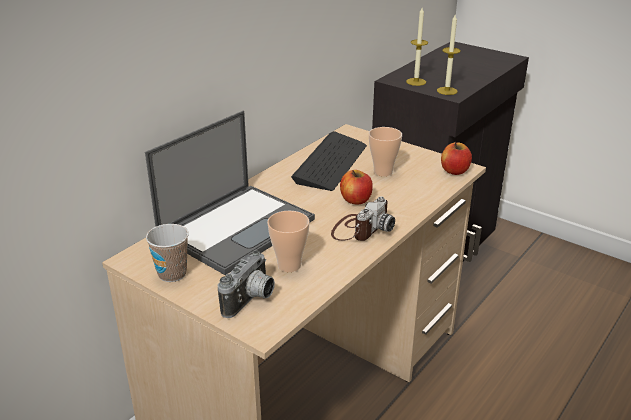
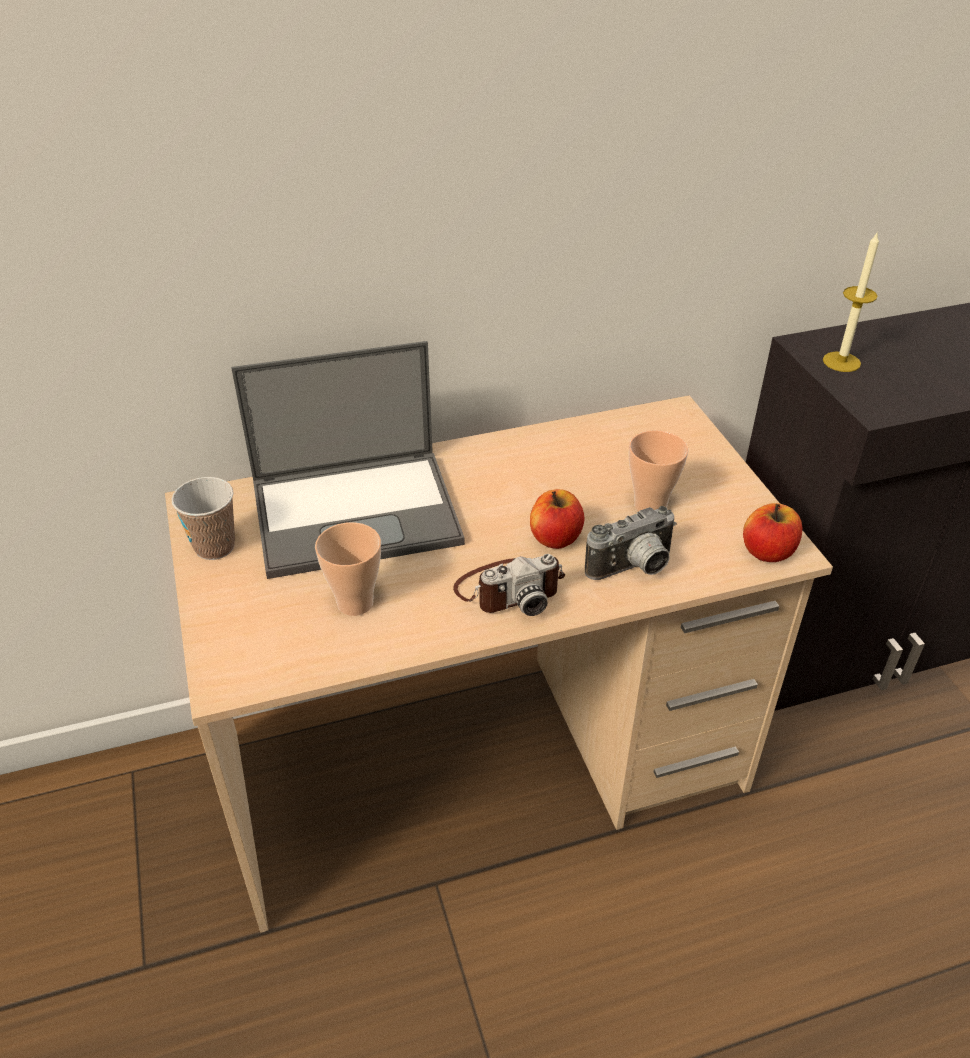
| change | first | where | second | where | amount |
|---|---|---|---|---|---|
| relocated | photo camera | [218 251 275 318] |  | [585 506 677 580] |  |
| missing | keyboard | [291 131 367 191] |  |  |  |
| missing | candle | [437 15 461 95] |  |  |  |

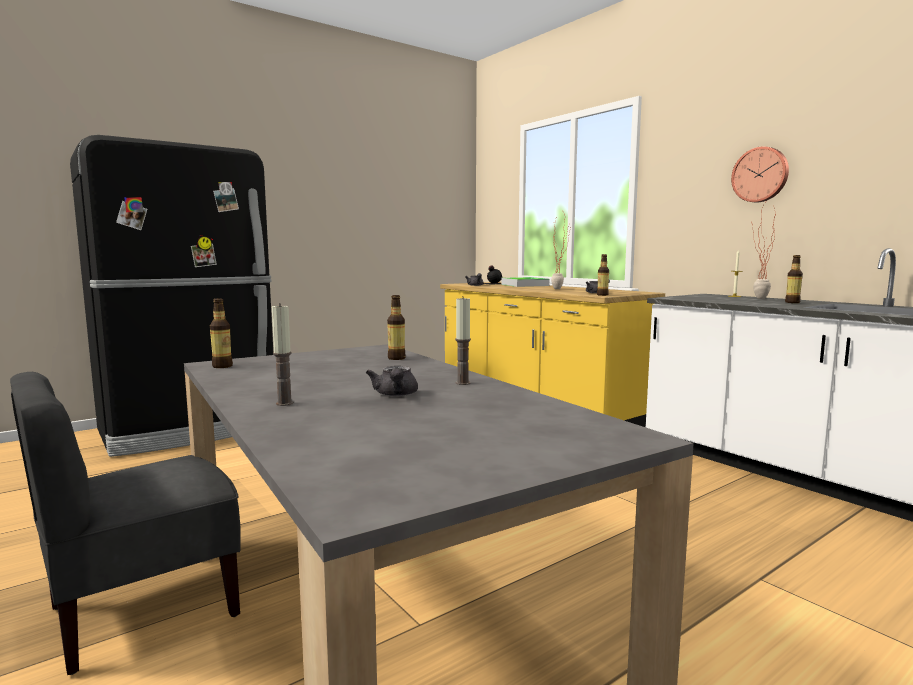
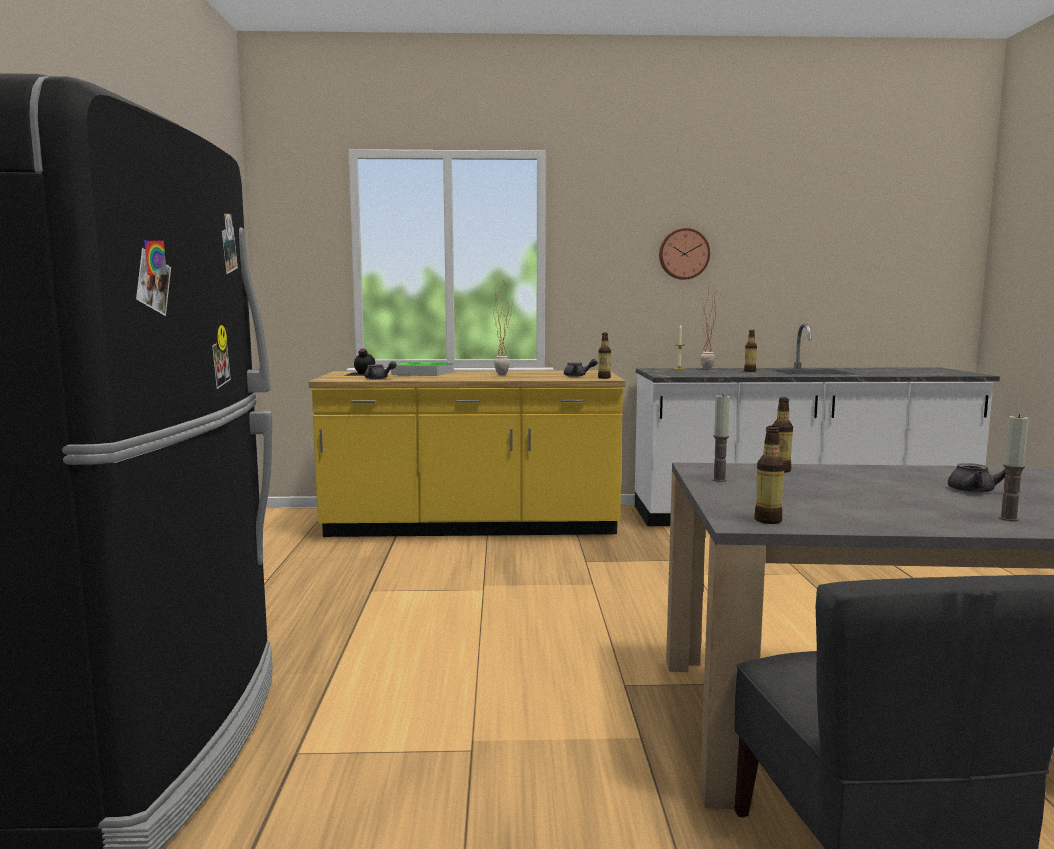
| change | first | where | second | where | amount |
|---|---|---|---|---|---|
| relocated | candle | [455 296 471 385] |  | [712 394 730 482] |  |

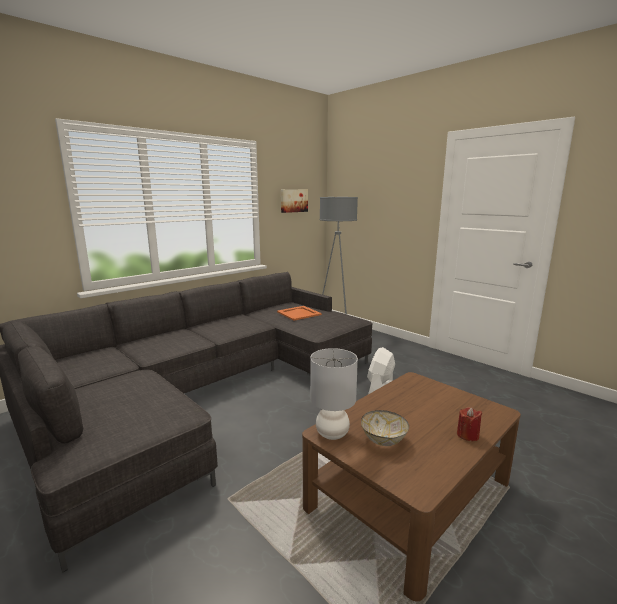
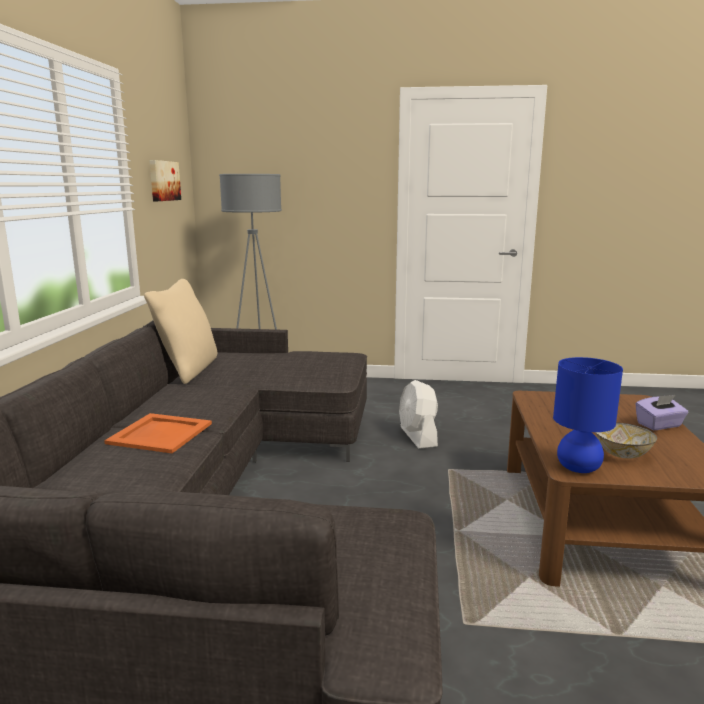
| change | first | where | second | where | amount |
|---|---|---|---|---|---|
| relocated | orange tray | [277 306 322 321] |  | [104 413 212 453] |  |
| appeared |  |  | beige pillow | [144 279 217 384] |  |
| colour | grey table lamp | [310 348 358 440] | blue table lamp | [553 357 623 473] |  |
| exchanged | red candle | [457 407 482 441] | purple tissue box | [635 395 689 430] |  |

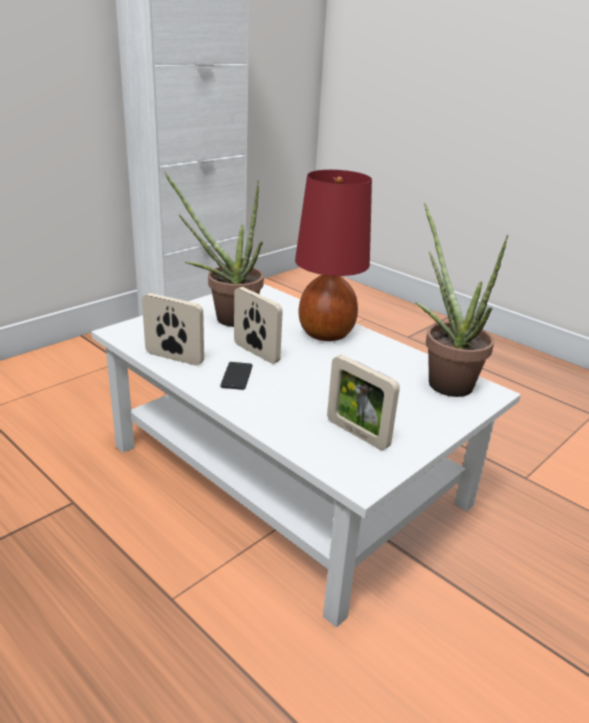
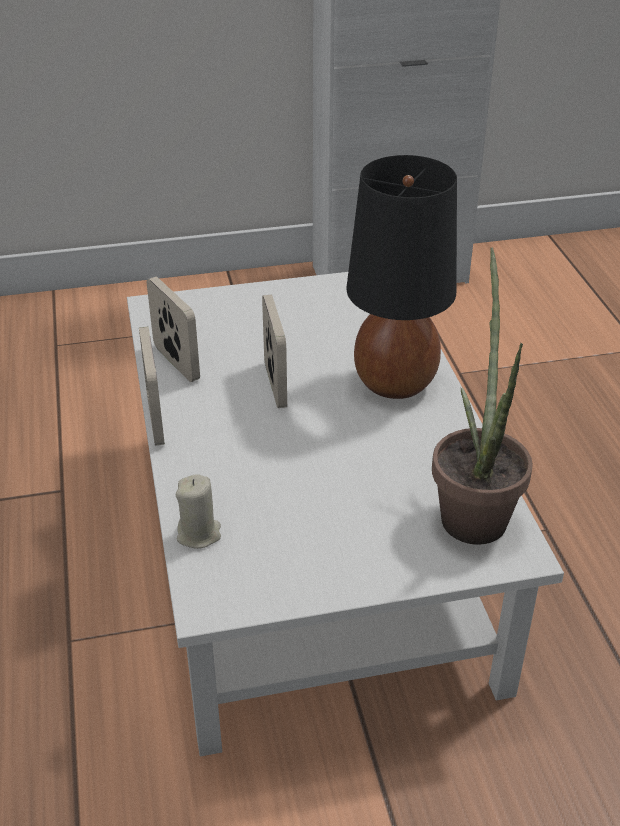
| change | first | where | second | where | amount |
|---|---|---|---|---|---|
| relocated | picture frame | [327 355 400 450] |  | [139 327 165 446] |  |
| appeared |  |  | beige candle | [176 474 221 549] |  |
| colour | red table lamp | [295 170 372 341] | black table lamp | [347 155 457 399] |  |
| missing | potted plant | [164 172 264 327] |  |  |  |
| missing | phone | [220 362 253 390] |  |  |  |

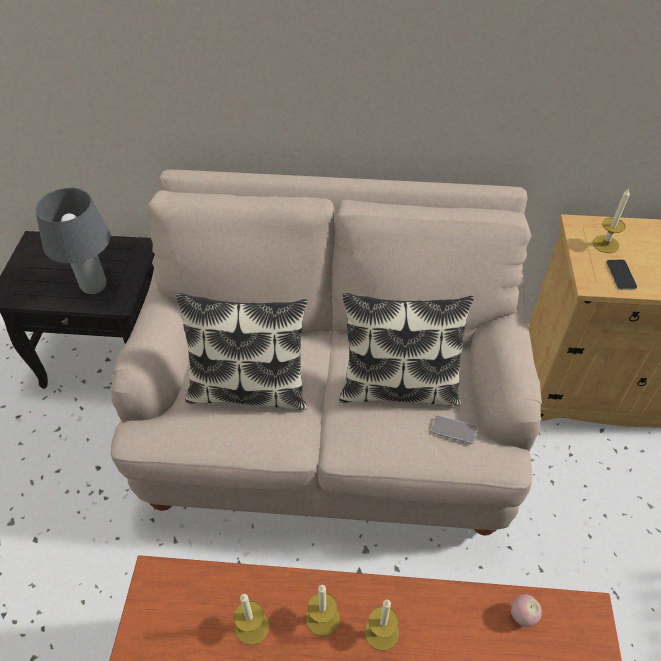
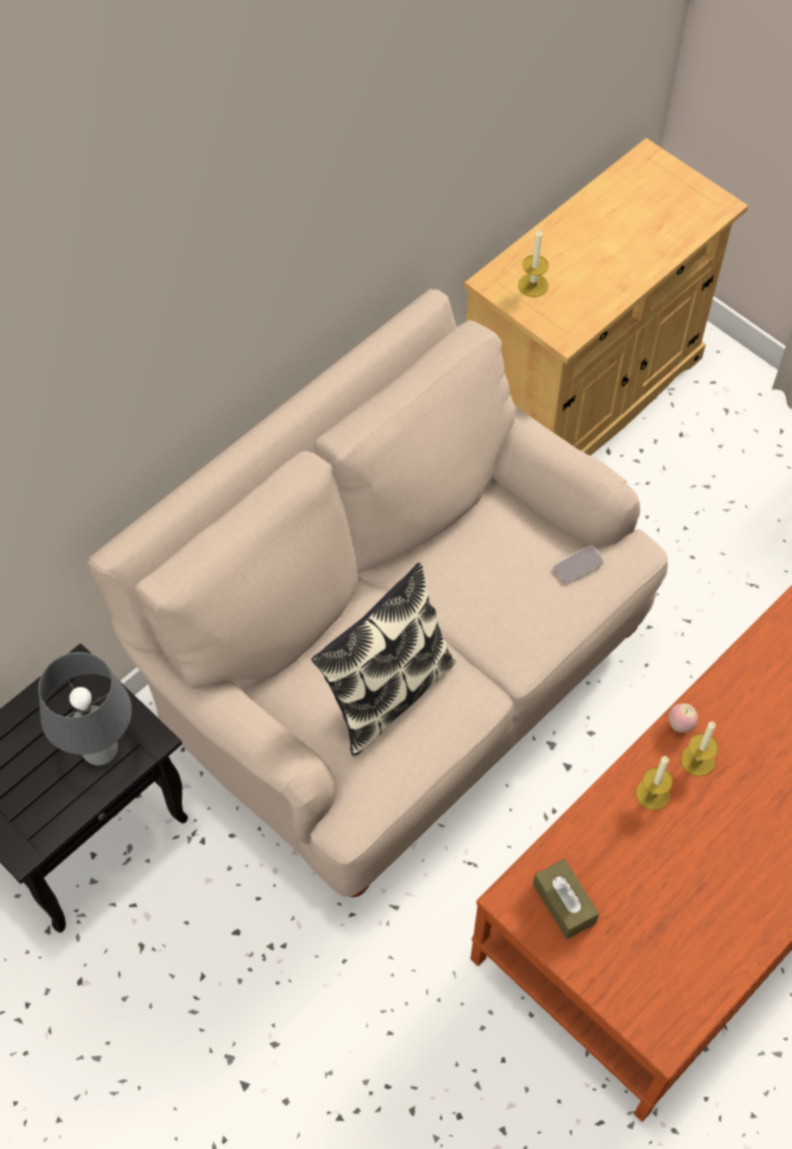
| change | first | where | second | where | amount |
|---|---|---|---|---|---|
| appeared |  |  | brown tissue box | [533 859 599 939] |  |
| relocated | apple | [511 594 542 627] |  | [669 704 698 733] |  |
| missing | candle | [234 594 269 645] |  |  |  |
| missing | pillow | [339 293 474 405] |  |  |  |
| missing | phone | [606 260 637 290] |  |  |  |

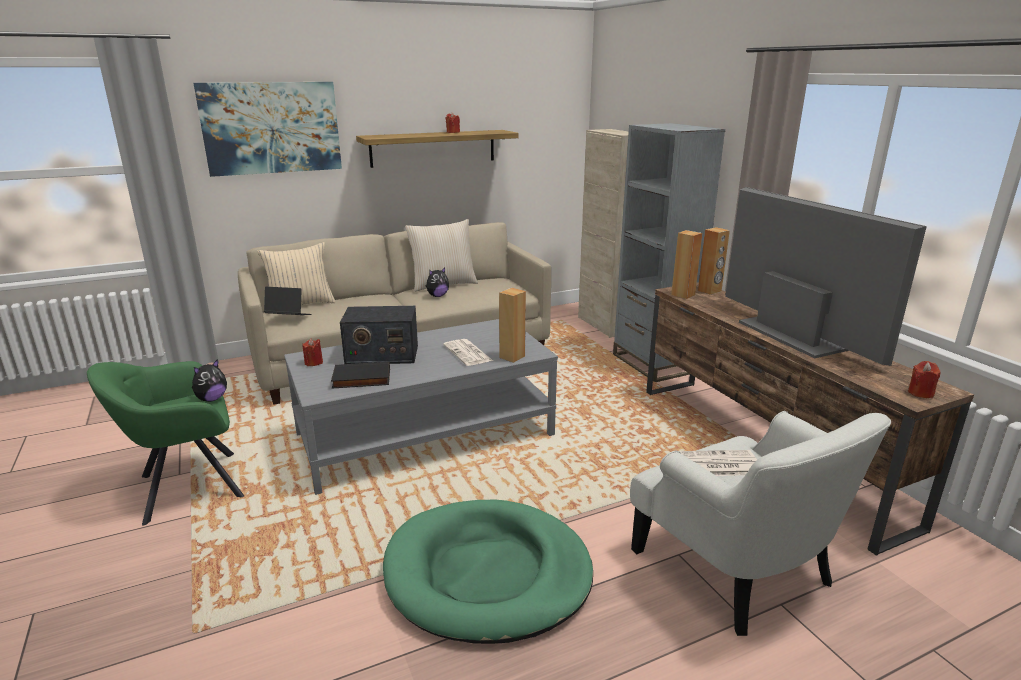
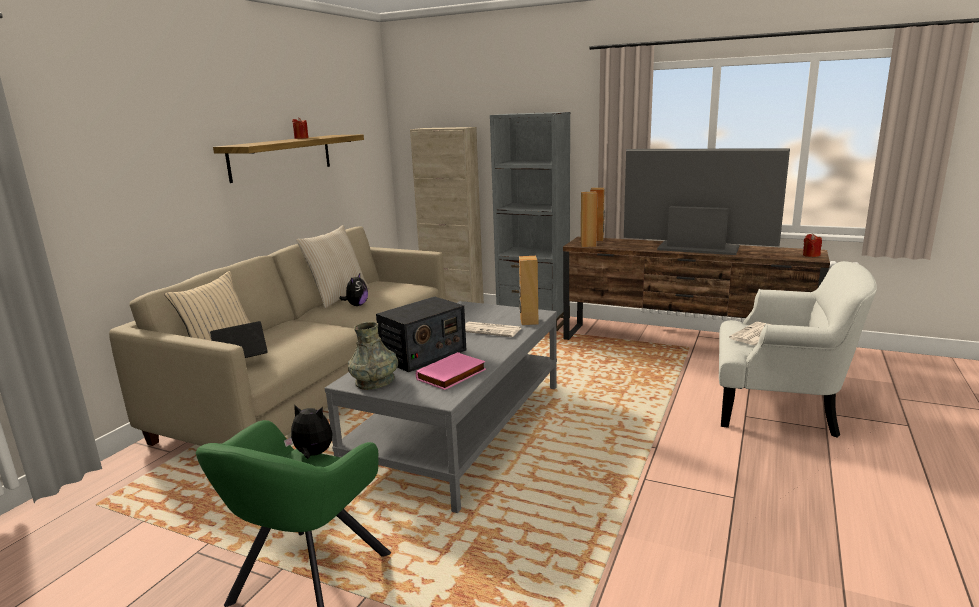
| change | first | where | second | where | amount |
|---|---|---|---|---|---|
| spun | plush toy | [192 359 227 402] |  | [284 404 333 459] | 75 degrees counterclockwise |
| exchanged | red candle | [302 338 323 366] | grey vase | [348 322 398 390] |  |
| colour | black book | [331 362 390 389] | pink book | [416 352 486 390] |  |
| missing | picture | [193 82 342 177] |  |  |  |
| missing | green dog bed | [383 500 593 644] |  |  |  |

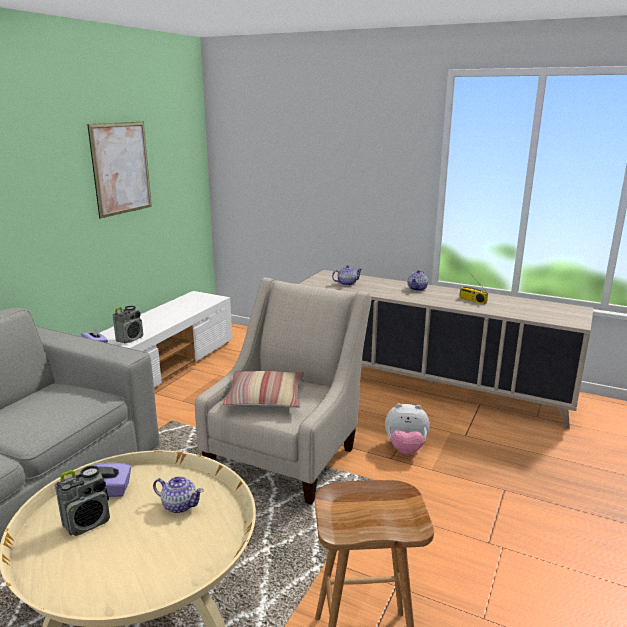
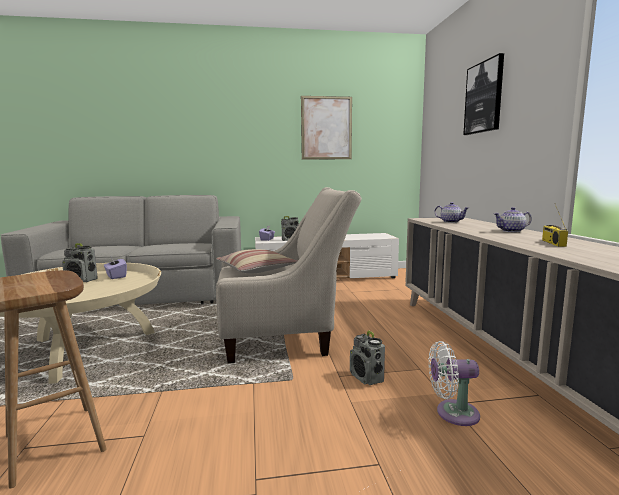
| change | first | where | second | where | amount |
|---|---|---|---|---|---|
| exchanged | plush toy | [385 404 429 454] | radio | [350 330 385 385] |  |
| appeared |  |  | white fan | [428 341 480 426] |  |
| appeared |  |  | picture | [463 53 504 135] |  |
| missing | teapot | [153 476 204 513] |  |  |  |

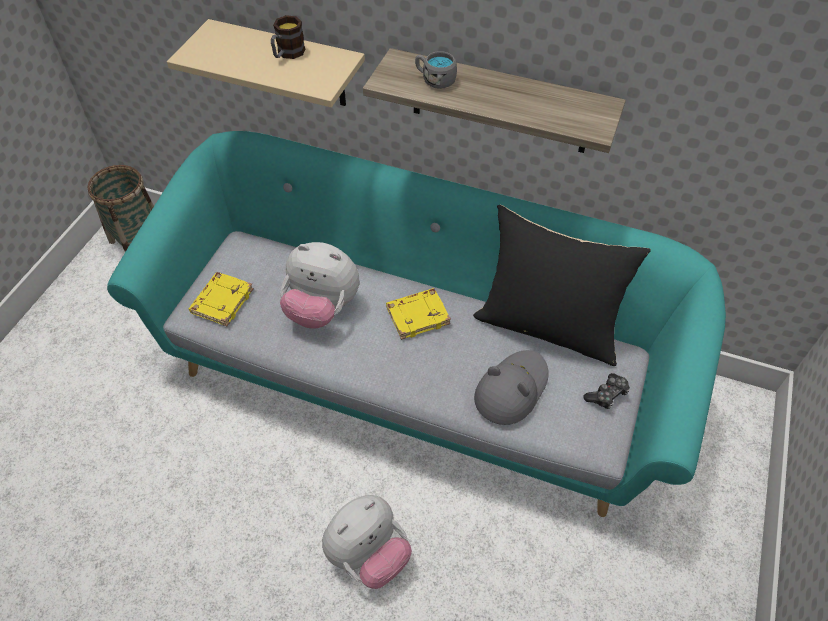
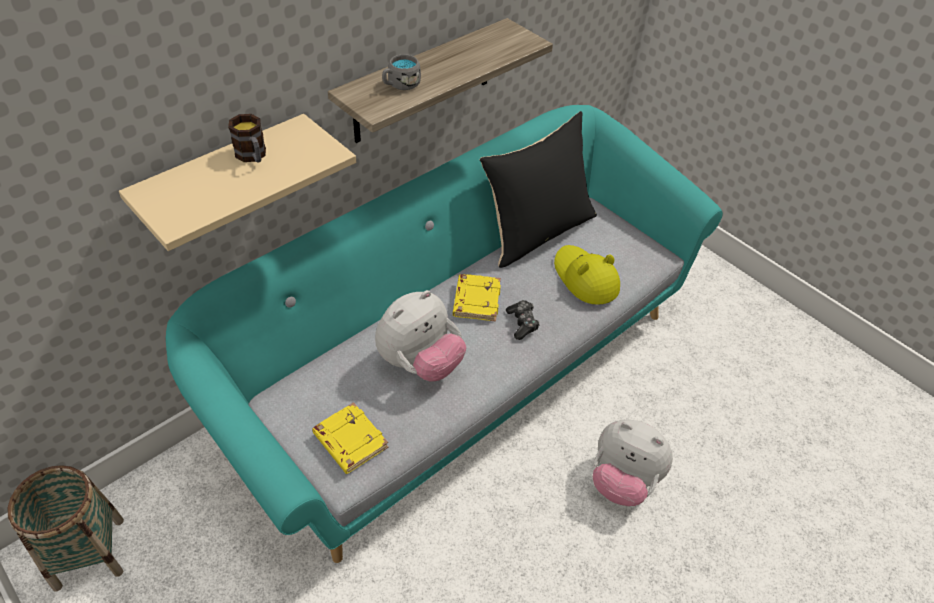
| change | first | where | second | where | amount |
|---|---|---|---|---|---|
| relocated | game controller | [583 373 630 409] |  | [506 300 540 340] |  |
| colour | grey hat | [474 350 549 425] | yellow hat | [554 245 620 305] |  |
| spun | plush toy | [322 495 412 589] |  | [593 420 673 506] | 135 degrees clockwise |

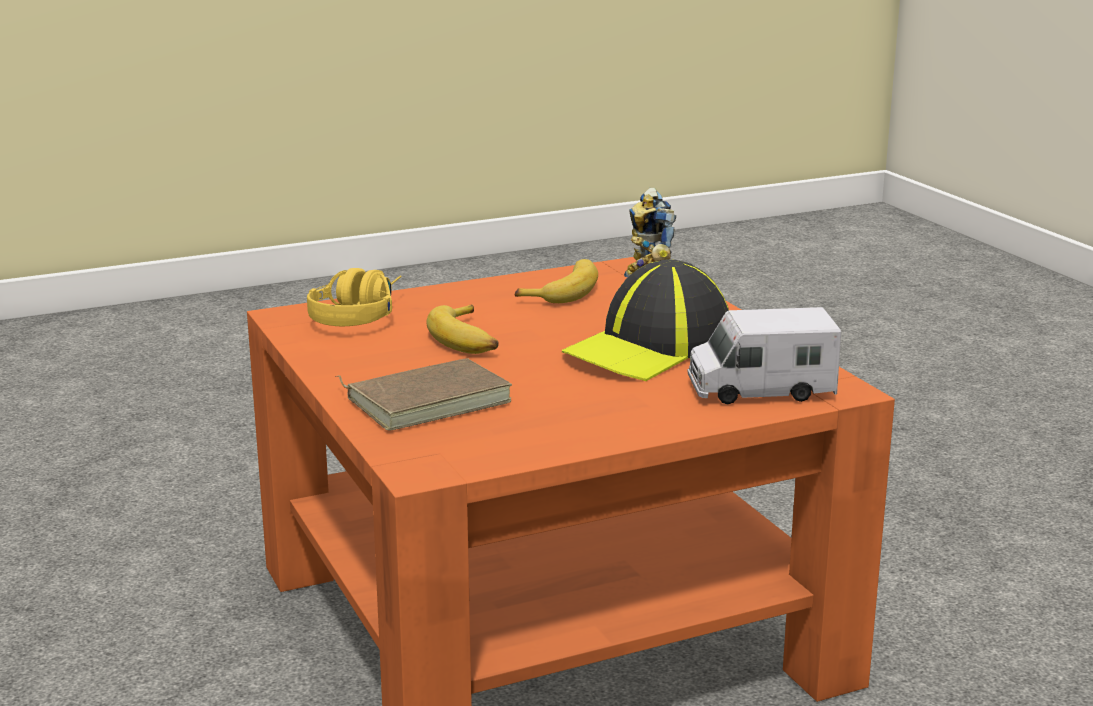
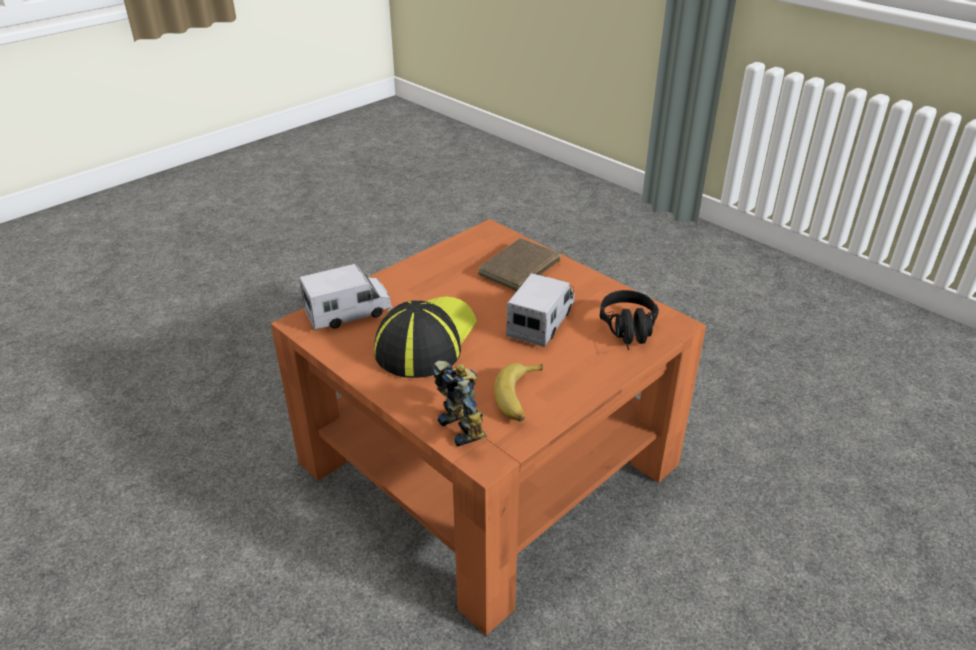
| change | first | where | second | where | amount |
|---|---|---|---|---|---|
| exchanged | banana | [426 304 499 354] | toy truck | [506 273 575 347] |  |
| colour | yellow headphones | [307 268 402 326] | black headphones | [600 290 659 350] |  |

